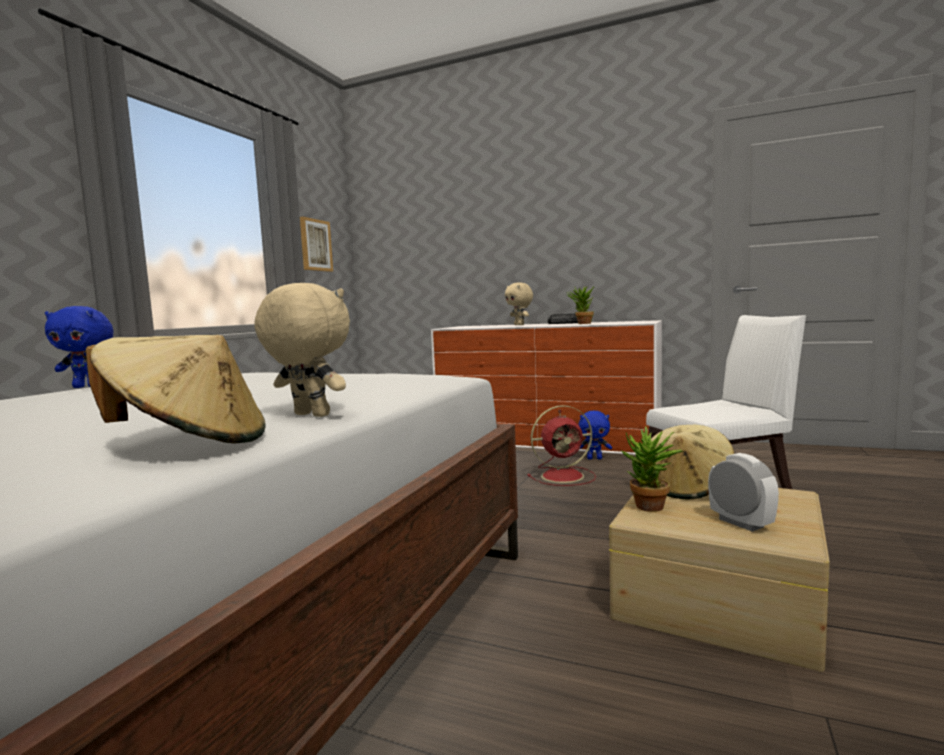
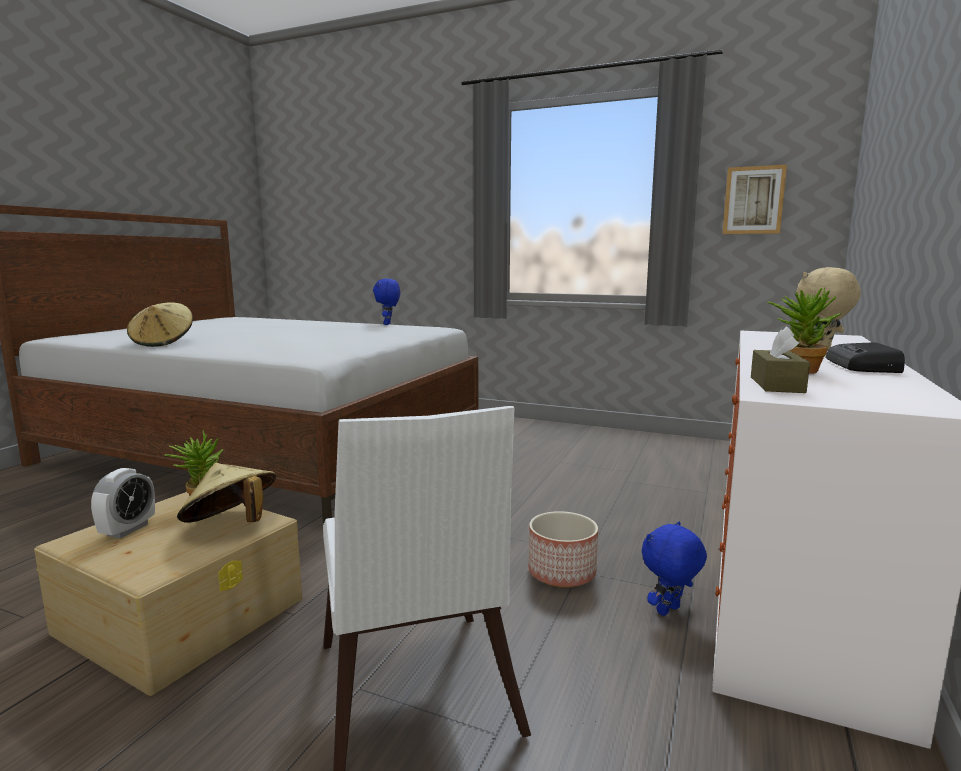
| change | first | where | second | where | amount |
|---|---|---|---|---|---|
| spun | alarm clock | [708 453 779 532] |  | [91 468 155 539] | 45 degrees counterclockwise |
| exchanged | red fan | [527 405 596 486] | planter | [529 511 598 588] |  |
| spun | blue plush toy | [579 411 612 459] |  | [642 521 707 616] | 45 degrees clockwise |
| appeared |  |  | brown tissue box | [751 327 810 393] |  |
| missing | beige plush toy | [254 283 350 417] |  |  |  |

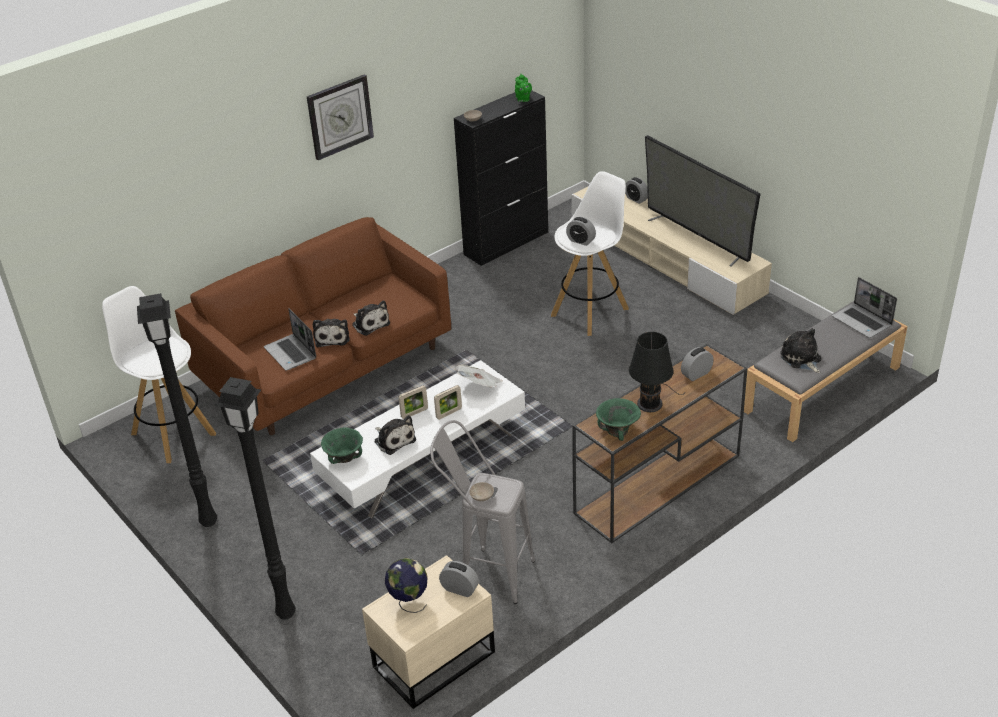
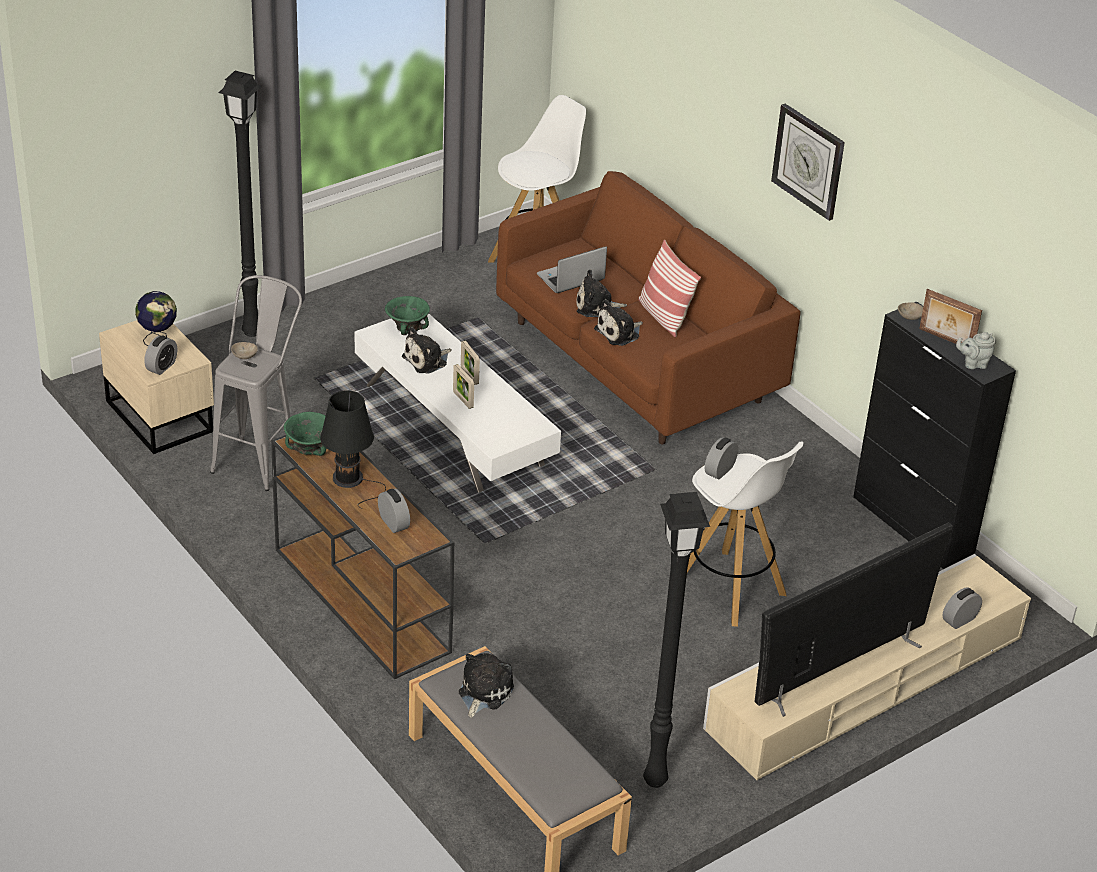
| change | first | where | second | where | amount |
|---|---|---|---|---|---|
| spun | plush toy | [780 328 821 373] |  | [459 653 514 718] | 45 degrees counterclockwise |
| appeared |  |  | pillow | [638 240 701 337] |  |
| relocated | black floor lamp | [137 293 217 527] |  | [643 492 710 788] |  |
| appeared |  |  | picture frame | [919 289 982 344] |  |
| colour | green teapot | [515 74 532 102] | grey teapot | [956 332 996 369] |  |
| missing | newspaper | [456 365 503 388] |  |  |  |
| missing | laptop | [832 277 897 338] |  |  |  |

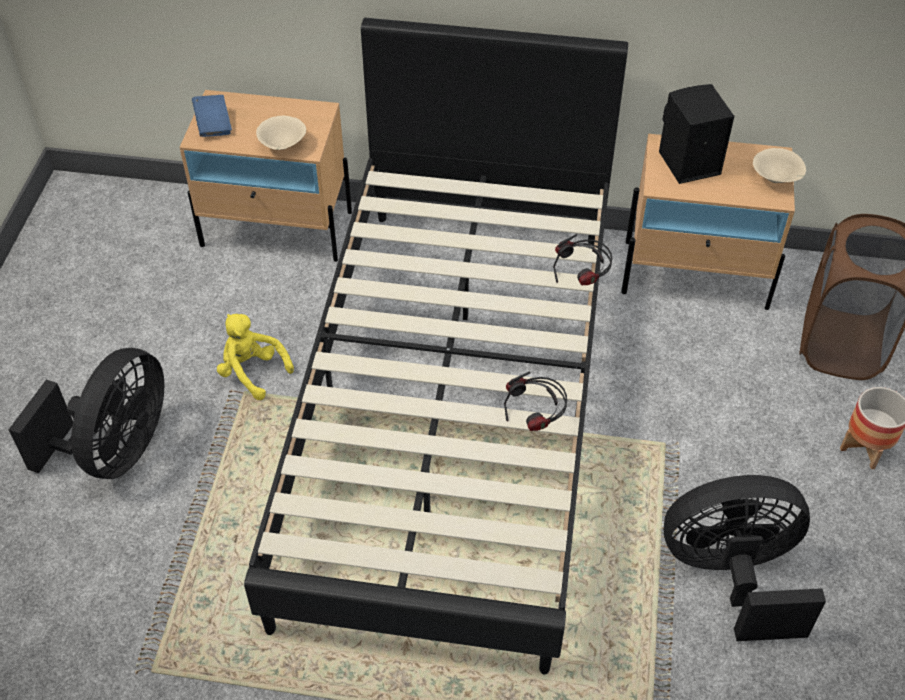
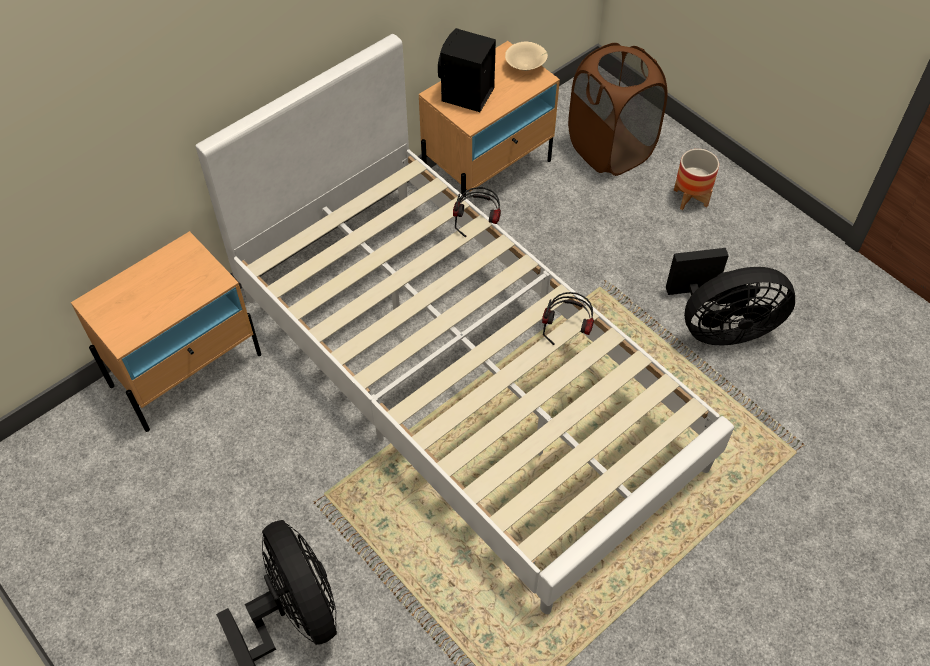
| change | first | where | second | where | amount |
|---|---|---|---|---|---|
| colour | black bed | [244 18 628 674] | white bed | [195 34 734 614] |  |
| spun | black fan | [664 475 826 641] |  | [666 248 795 345] | 135 degrees counterclockwise |
| missing | blue book | [192 95 232 137] |  |  |  |
| missing | yellow plush toy | [217 314 294 400] |  |  |  |
| missing | beige bowl | [256 116 306 150] |  |  |  |

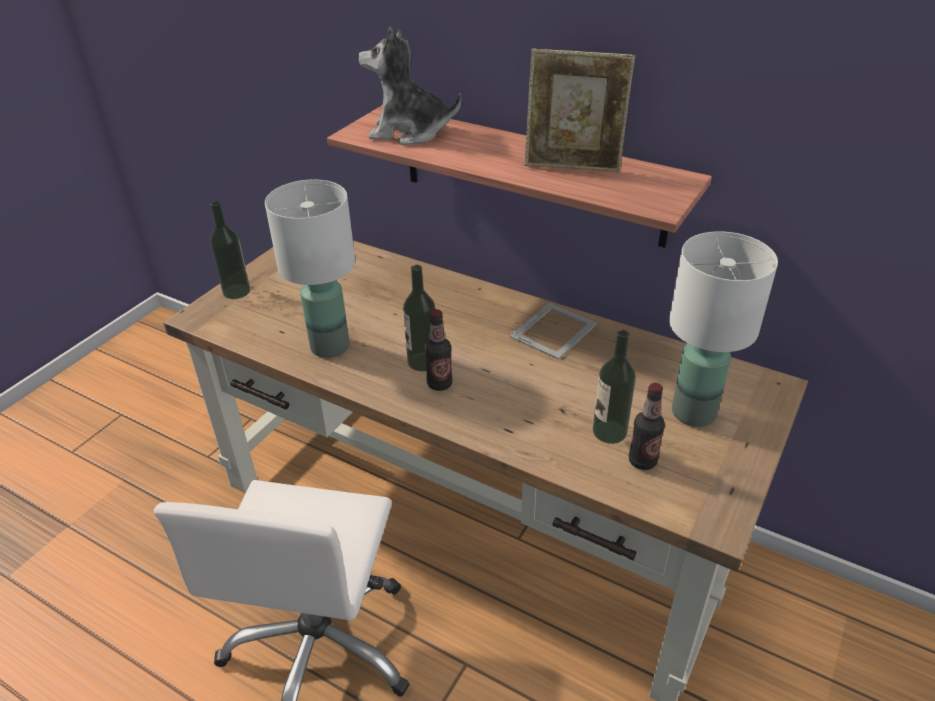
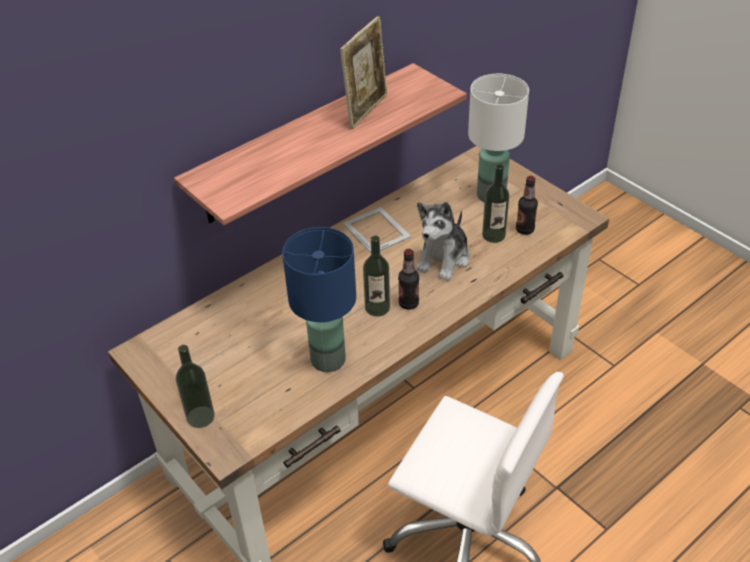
| change | first | where | second | where | amount |
|---|---|---|---|---|---|
| colour | white table lamp | [265 180 355 358] | blue table lamp | [282 227 356 372] |  |
| relocated | plush toy | [359 27 462 145] |  | [416 202 470 281] |  |

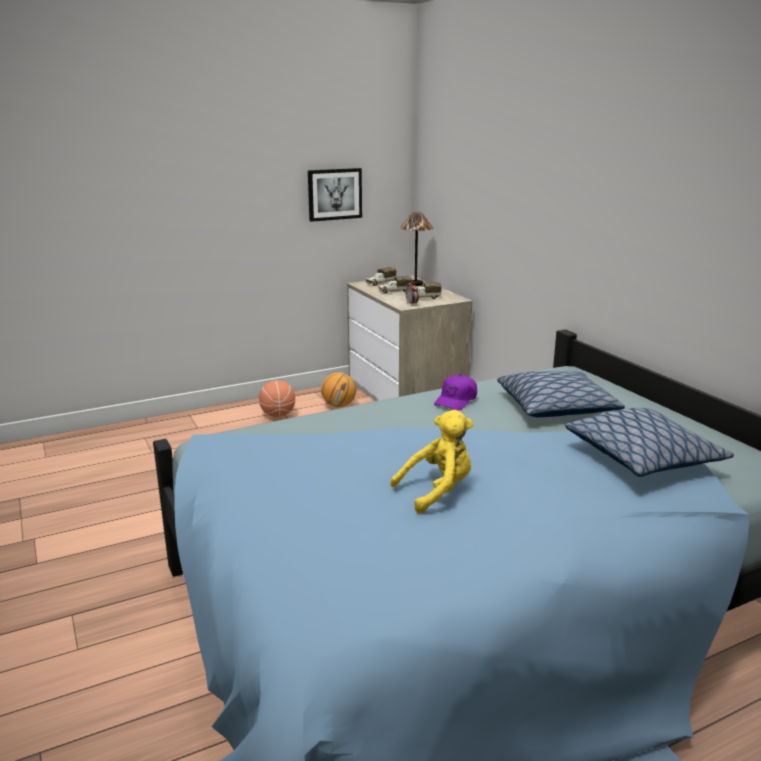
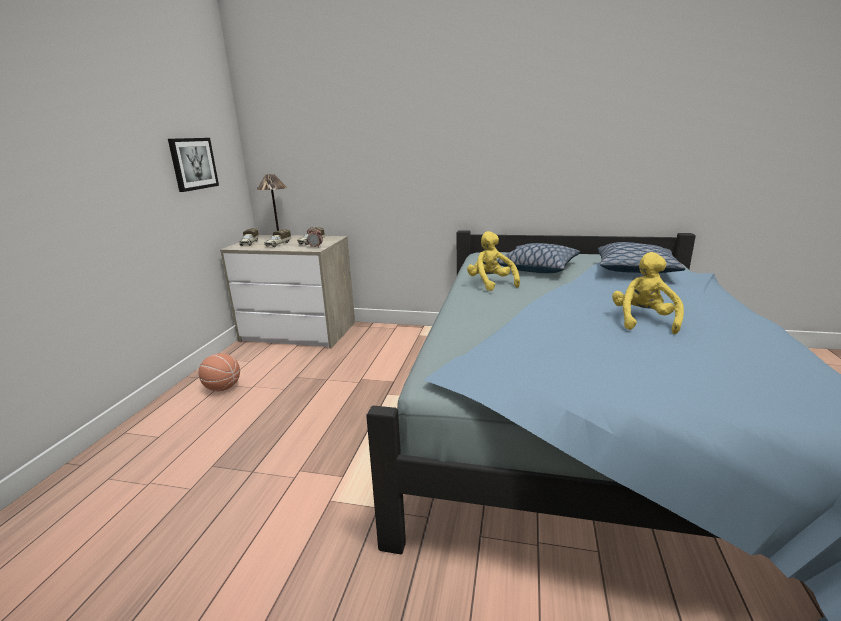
| change | first | where | second | where | amount |
|---|---|---|---|---|---|
| exchanged | purple cap | [434 375 477 410] | yellow plush toy | [467 231 520 291] |  |
| missing | basketball | [321 372 356 407] |  |  |  |

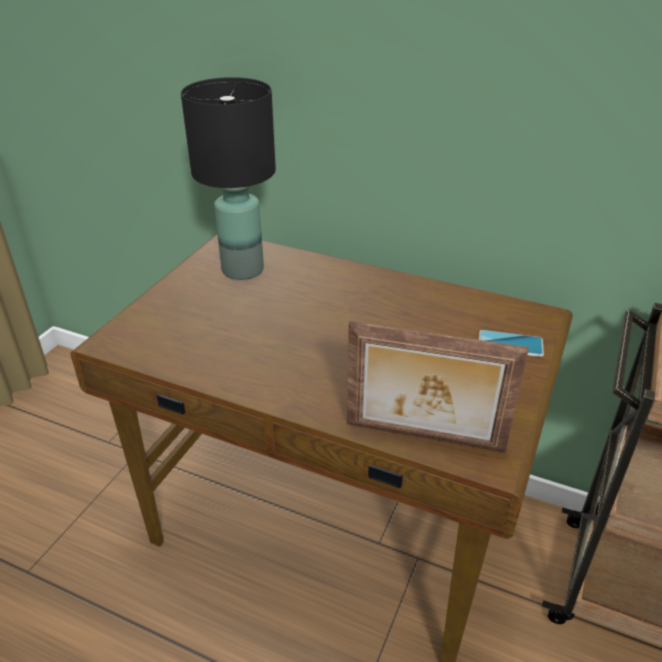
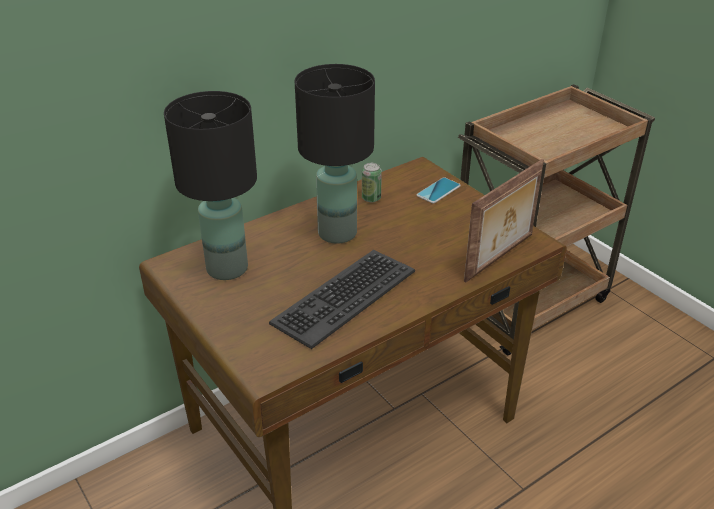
| change | first | where | second | where | amount |
|---|---|---|---|---|---|
| appeared |  |  | keyboard | [269 250 415 349] |  |
| appeared |  |  | black table lamp | [295 64 375 244] |  |
| appeared |  |  | can | [362 163 382 202] |  |

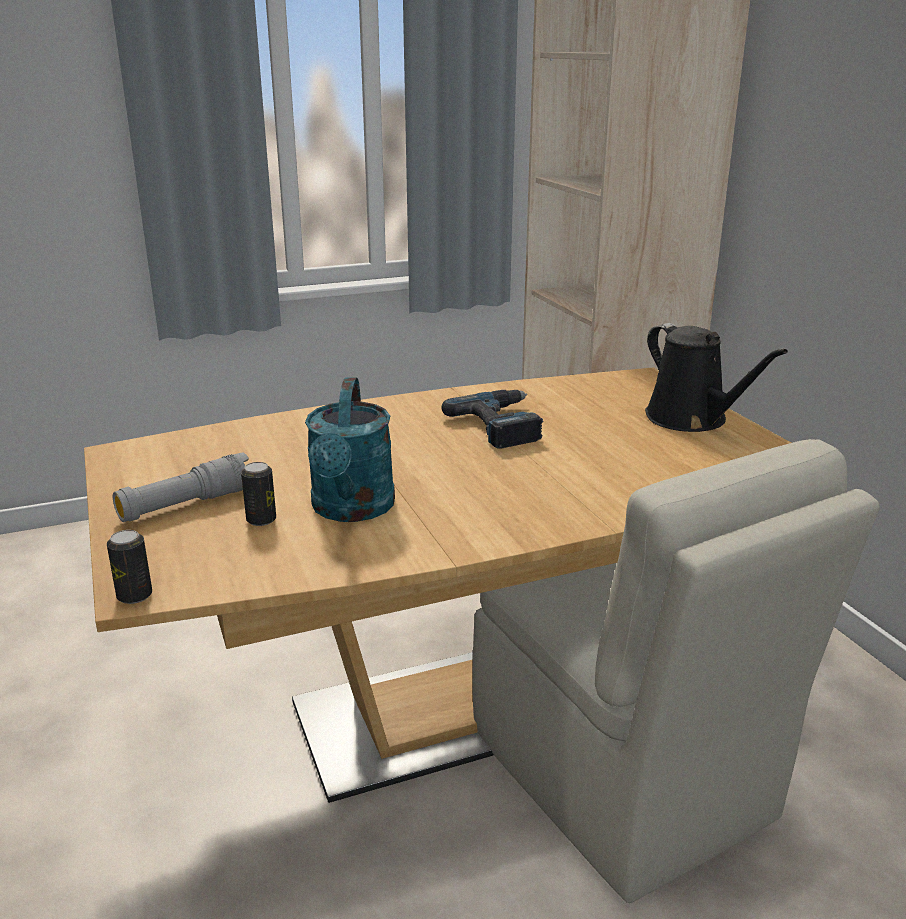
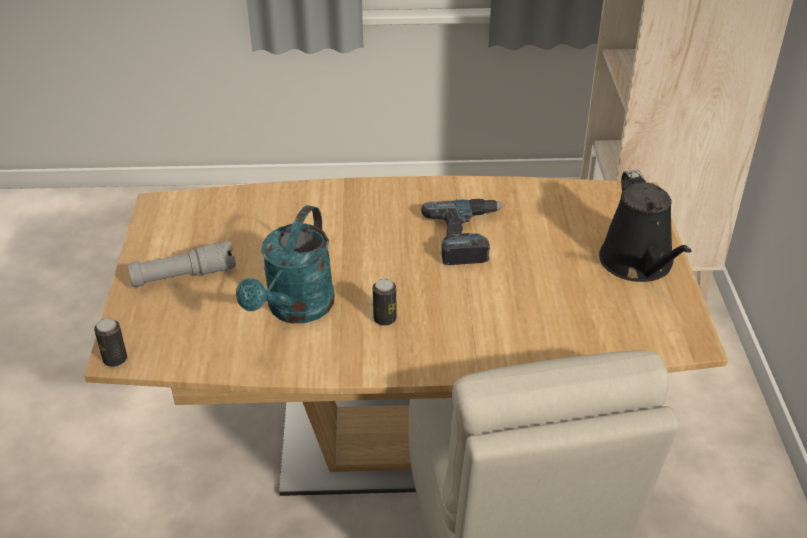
| change | first | where | second | where | amount |
|---|---|---|---|---|---|
| relocated | can | [241 462 276 526] |  | [373 278 397 326] |  |

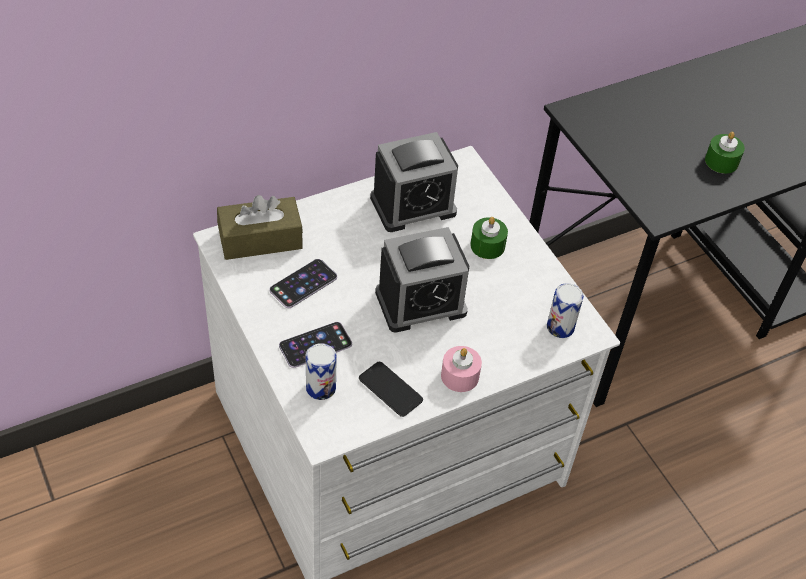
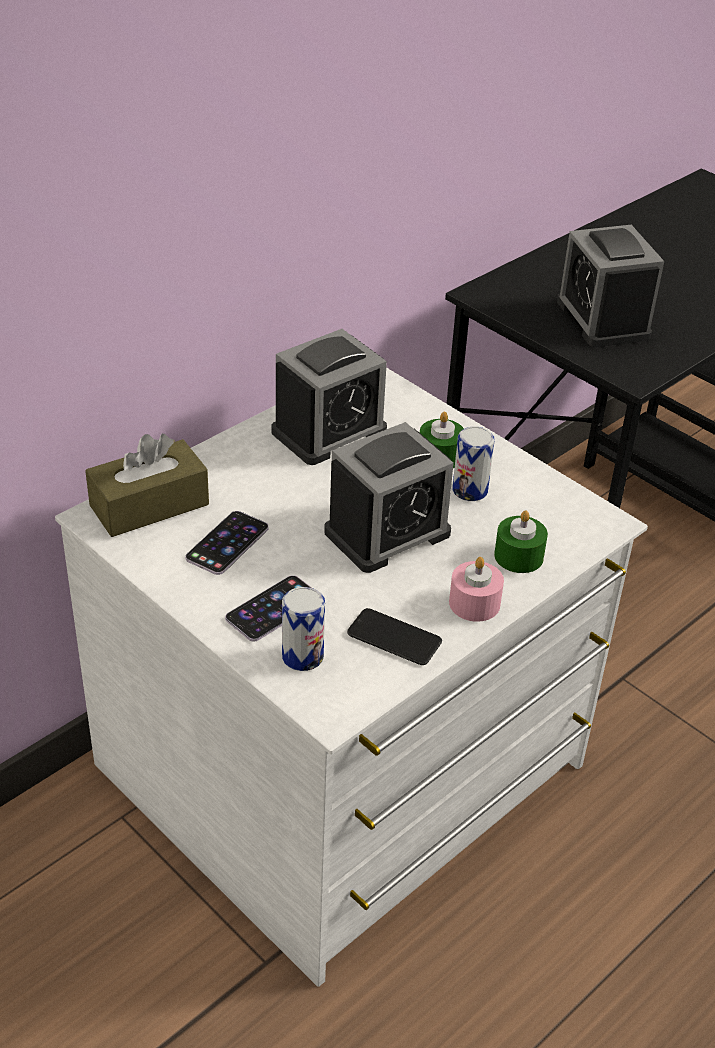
| change | first | where | second | where | amount |
|---|---|---|---|---|---|
| relocated | can | [547 283 584 338] |  | [452 426 495 501] |  |
| relocated | green candle | [705 132 745 174] |  | [494 510 548 573] |  |
| appeared |  |  | alarm clock | [557 225 664 347] |  |

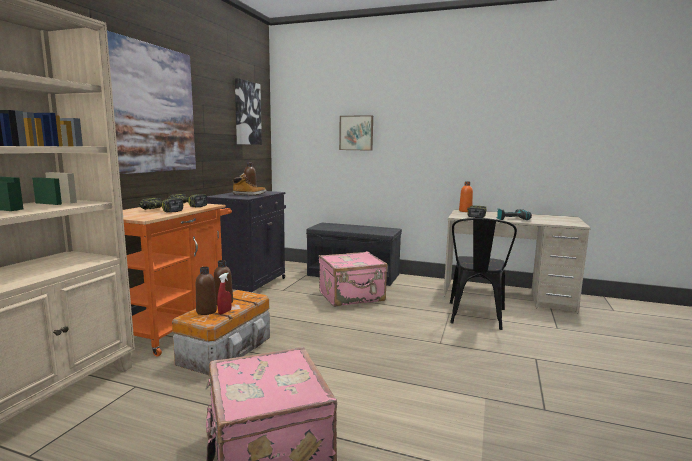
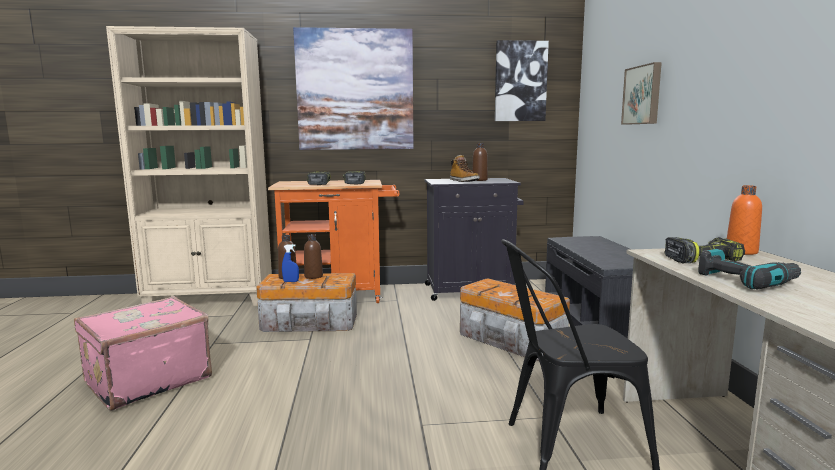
| change | first | where | second | where | amount |
|---|---|---|---|---|---|
| colour | red spray bottle | [217 273 232 314] | blue spray bottle | [282 244 299 282] |  |
| exchanged | pink suitcase | [319 251 388 307] | storage box | [460 278 570 361] |  |

